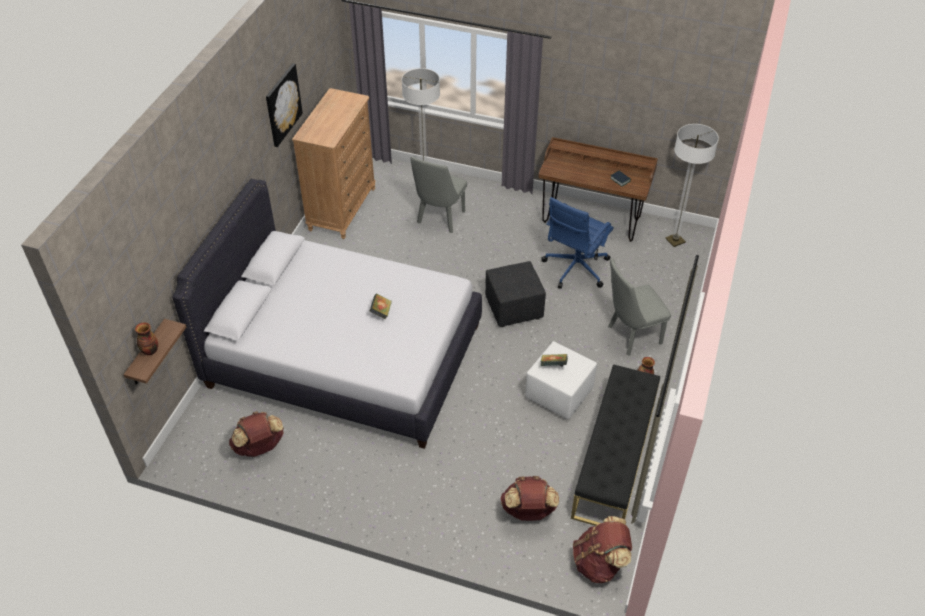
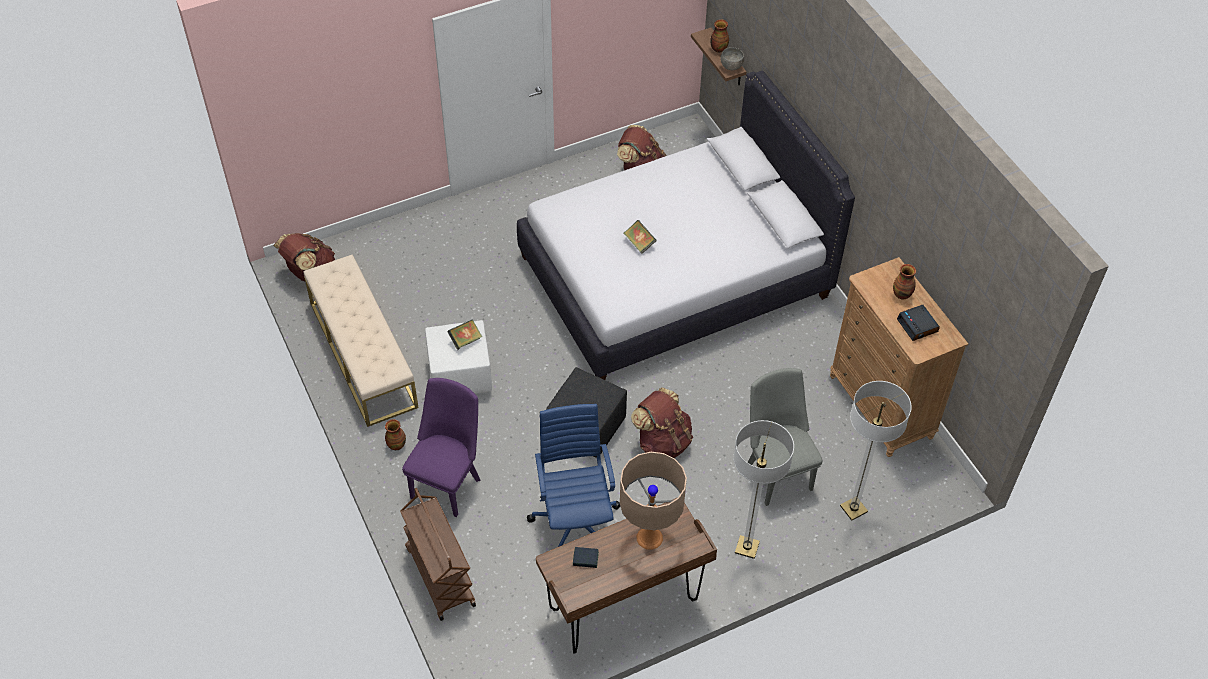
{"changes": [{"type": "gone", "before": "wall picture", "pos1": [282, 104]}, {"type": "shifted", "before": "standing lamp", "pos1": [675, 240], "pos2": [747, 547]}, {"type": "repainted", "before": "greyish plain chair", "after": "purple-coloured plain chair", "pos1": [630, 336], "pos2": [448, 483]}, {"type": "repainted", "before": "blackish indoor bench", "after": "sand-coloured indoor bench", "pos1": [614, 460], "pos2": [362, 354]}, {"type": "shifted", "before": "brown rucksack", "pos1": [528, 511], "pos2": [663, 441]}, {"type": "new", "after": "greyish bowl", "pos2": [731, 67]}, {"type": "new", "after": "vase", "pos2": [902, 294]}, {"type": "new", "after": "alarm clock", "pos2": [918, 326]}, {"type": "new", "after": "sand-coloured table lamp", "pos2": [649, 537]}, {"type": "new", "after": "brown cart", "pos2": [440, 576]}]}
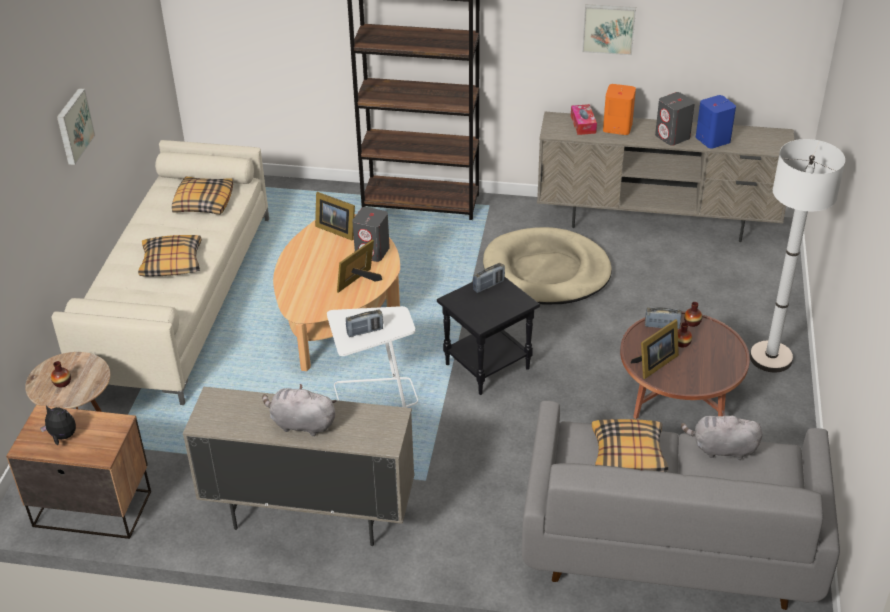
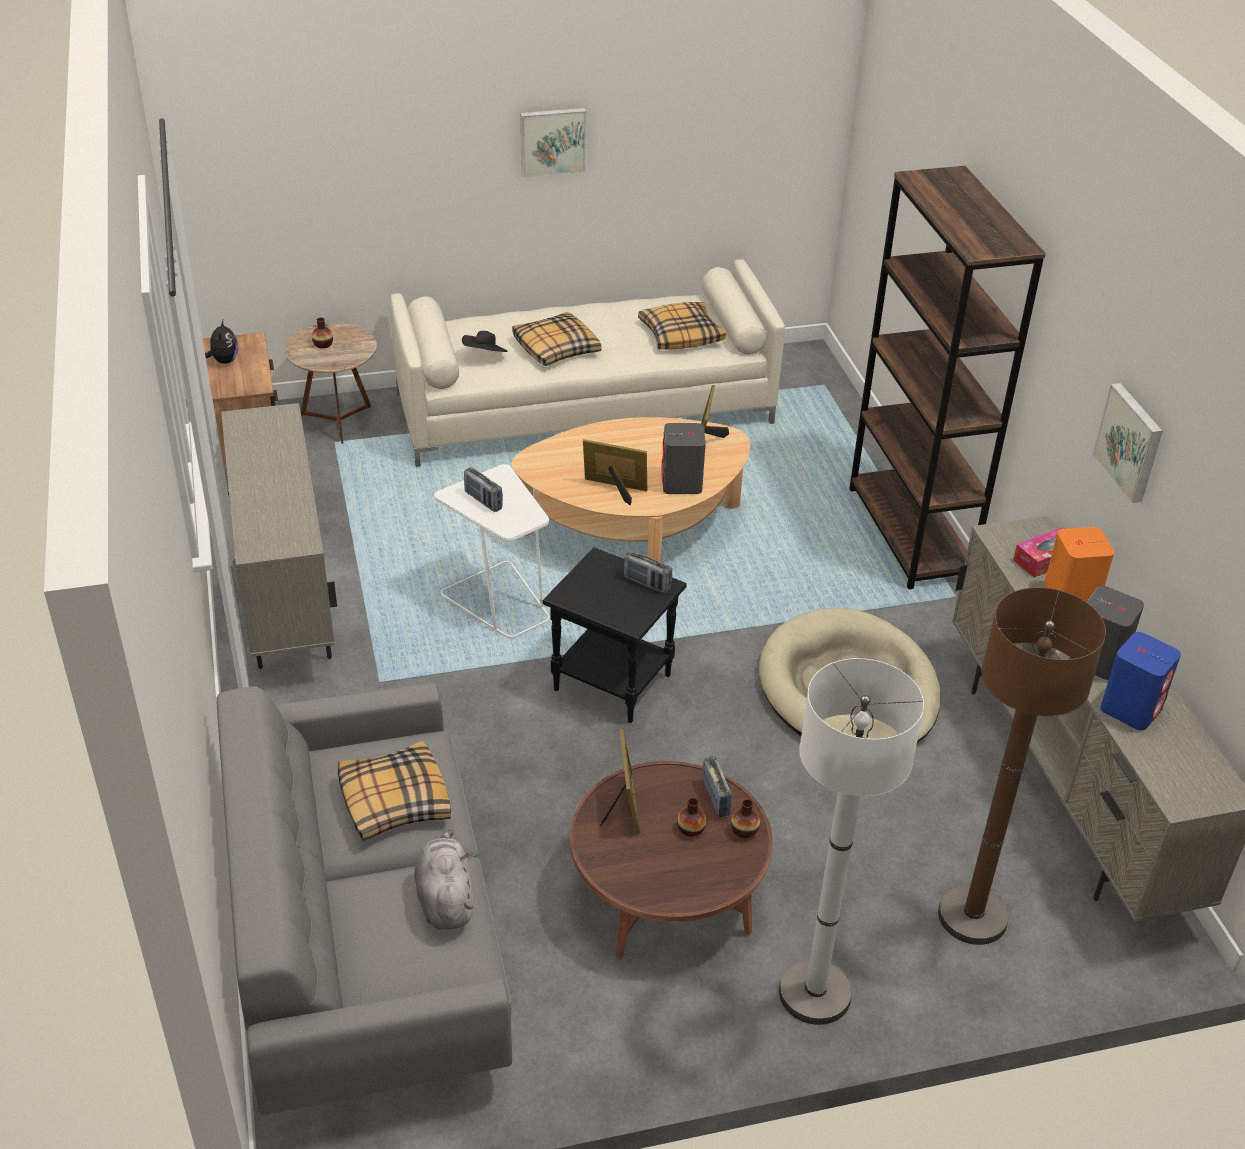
{"changes": [{"type": "rotated", "before": "photo frame", "pos1": [654, 364], "pos2": [624, 806], "turn": -120}, {"type": "gone", "before": "greyish soft toy", "pos1": [301, 424]}, {"type": "new", "after": "blackish clothing hat", "pos2": [485, 355]}, {"type": "new", "after": "brown standing lamp", "pos2": [972, 916]}]}
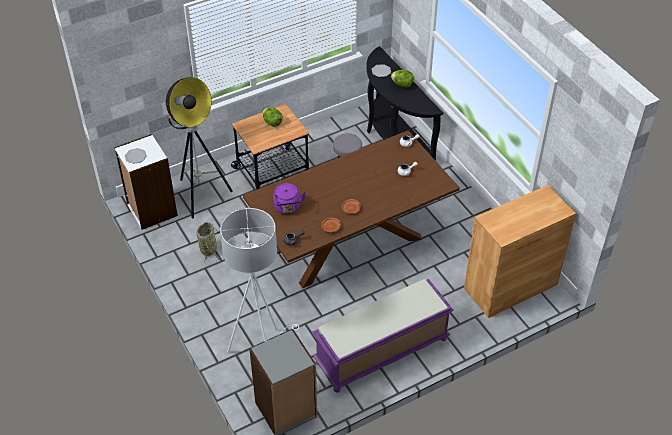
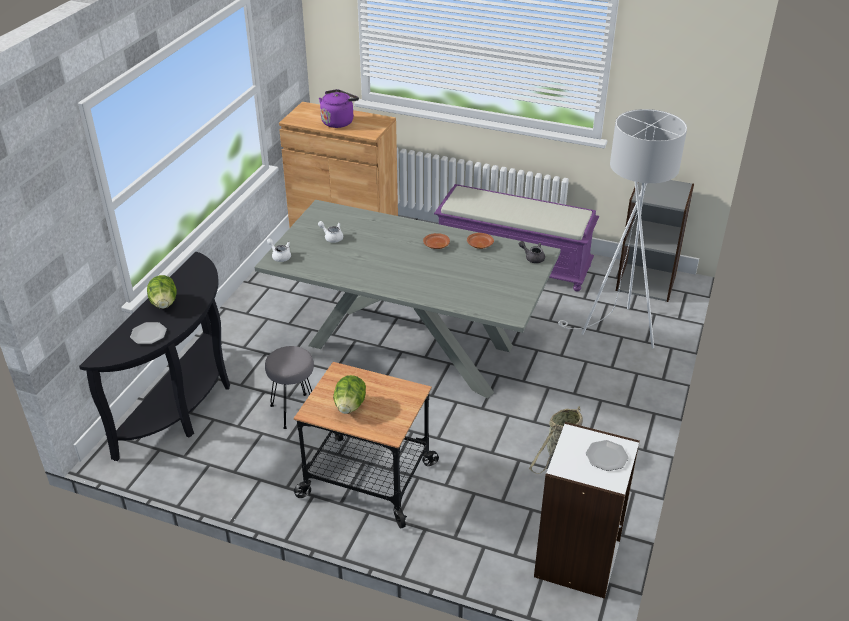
{"changes": [{"type": "gone", "before": "standing lamp", "pos1": [200, 195]}, {"type": "repainted", "before": "brown dinner table", "after": "greyish dinner table", "pos1": [350, 243], "pos2": [410, 346]}, {"type": "shifted", "before": "purple-coloured kettle", "pos1": [288, 208], "pos2": [339, 122]}]}
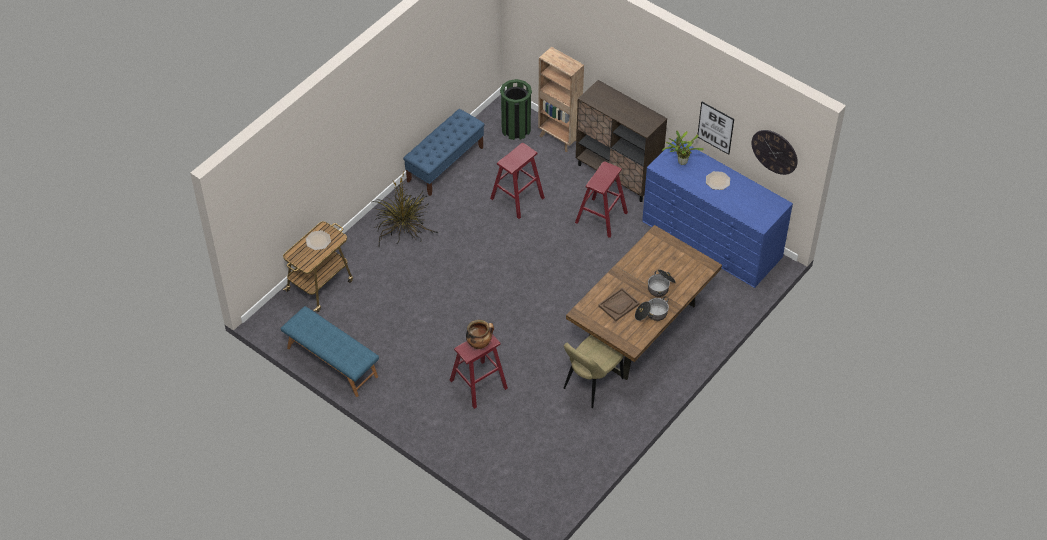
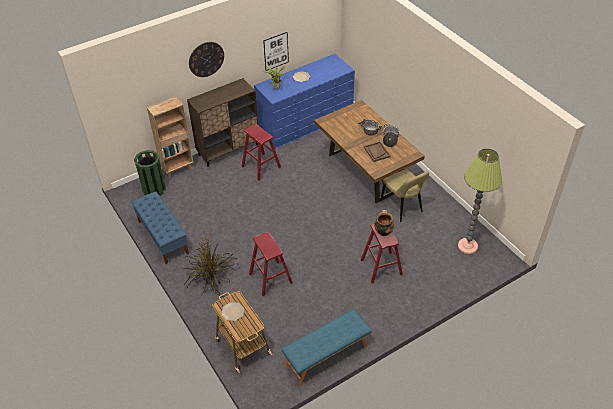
{"changes": [{"type": "shifted", "before": "clock on the wall", "pos1": [774, 151], "pos2": [206, 59]}, {"type": "shifted", "before": "reddish stool", "pos1": [517, 198], "pos2": [270, 278]}, {"type": "new", "after": "standing lamp", "pos2": [467, 246]}]}
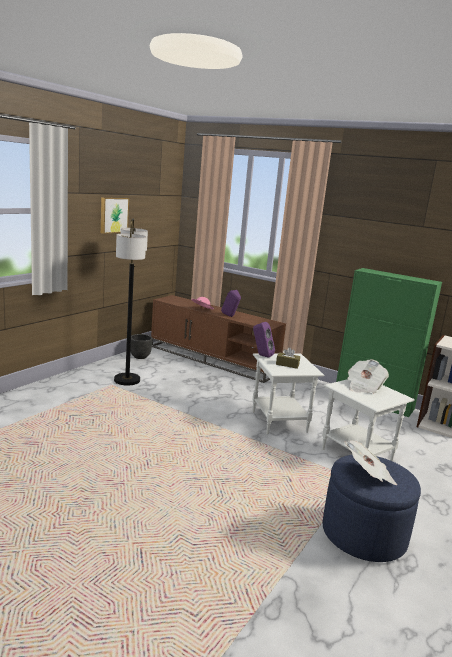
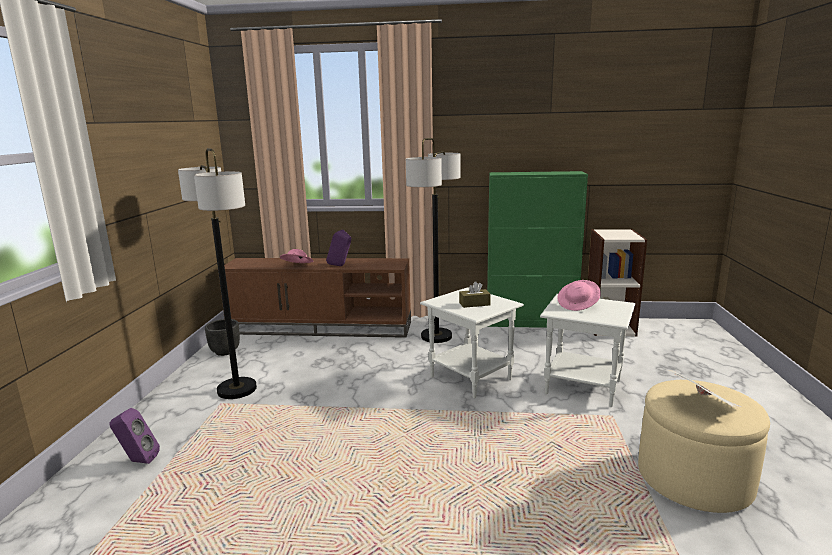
{"changes": [{"type": "gone", "before": "wall picture", "pos1": [113, 215]}, {"type": "shifted", "before": "purple-coloured speaker", "pos1": [261, 355], "pos2": [137, 461]}, {"type": "swapped", "before": "daily paper", "after": "pink clothing hat", "pos1": [364, 387], "pos2": [578, 305]}, {"type": "repainted", "before": "blue pouffe", "after": "sand-coloured pouffe", "pos1": [364, 534], "pos2": [694, 479]}, {"type": "new", "after": "standing lamp", "pos2": [436, 336]}]}
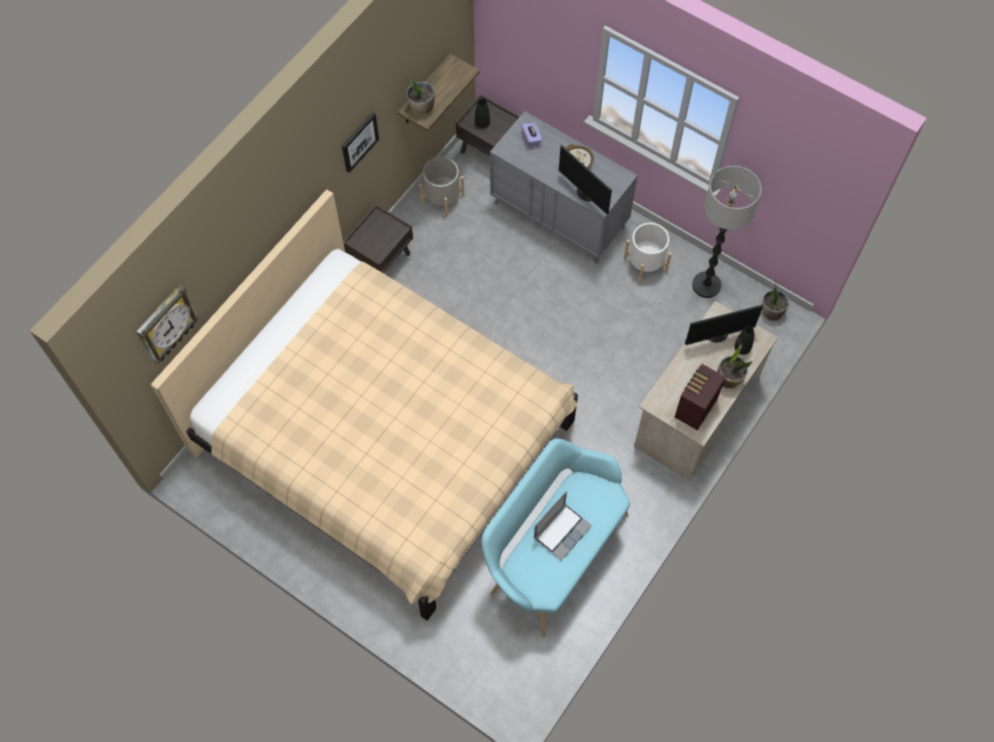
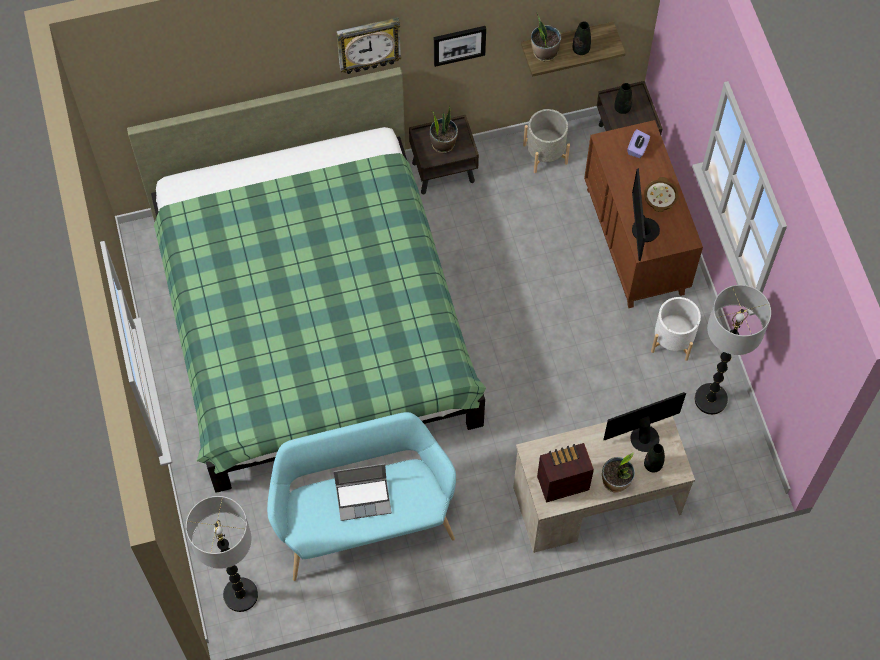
{"changes": [{"type": "repainted", "before": "greyish chest of drawers", "after": "brown chest of drawers", "pos1": [559, 215], "pos2": [635, 242]}, {"type": "repainted", "before": "sand-coloured bed", "after": "green-coloured bed", "pos1": [384, 439], "pos2": [313, 321]}, {"type": "shifted", "before": "plant in a pot", "pos1": [771, 312], "pos2": [443, 143]}, {"type": "shifted", "before": "clock on the wall", "pos1": [166, 324], "pos2": [368, 44]}, {"type": "rotated", "before": "computer screen", "pos1": [717, 333], "pos2": [643, 435], "turn": 135}, {"type": "new", "after": "blackish vase", "pos2": [581, 49]}, {"type": "new", "after": "standing lamp", "pos2": [241, 595]}]}
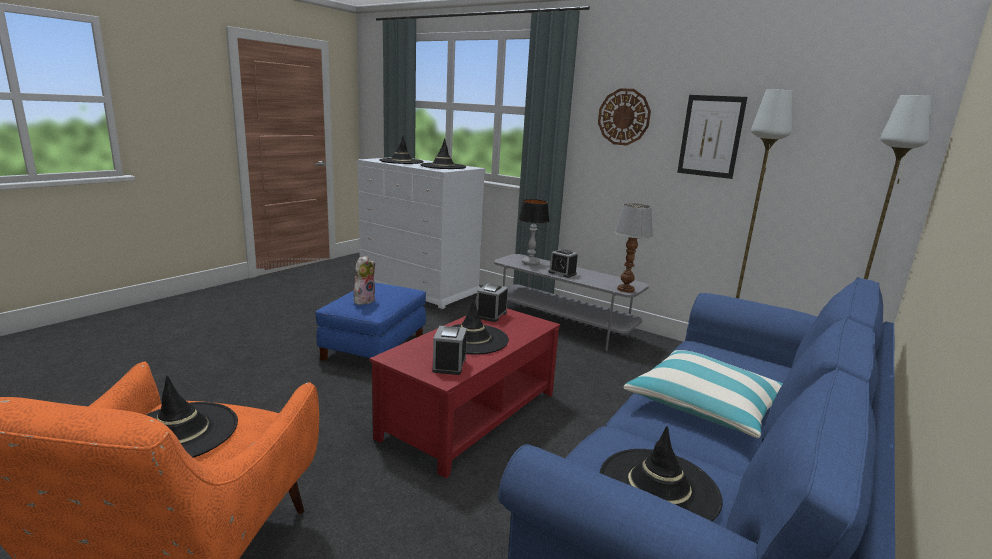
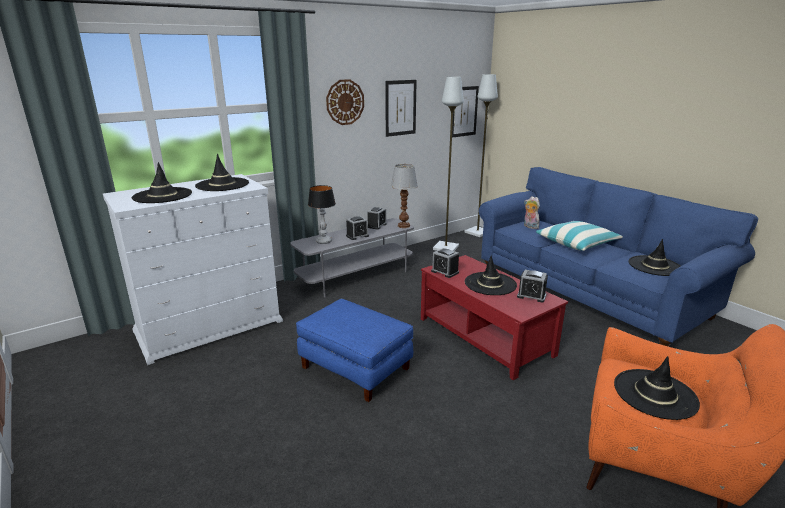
{"changes": [{"type": "shifted", "before": "soft toy", "pos1": [364, 300], "pos2": [529, 227]}, {"type": "new", "after": "wall picture", "pos2": [464, 111]}, {"type": "new", "after": "alarm clock", "pos2": [376, 225]}]}
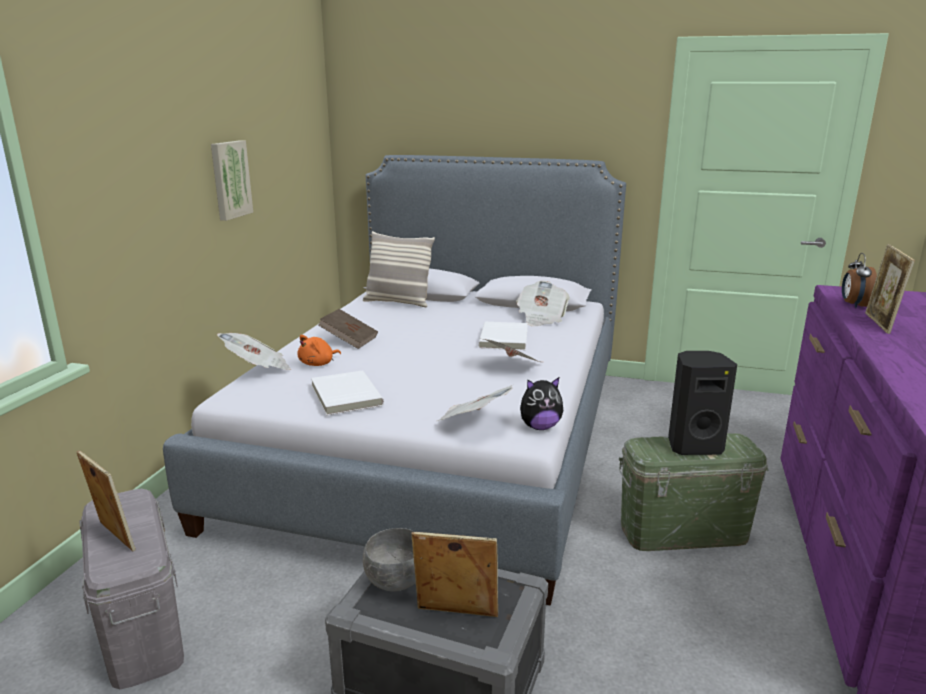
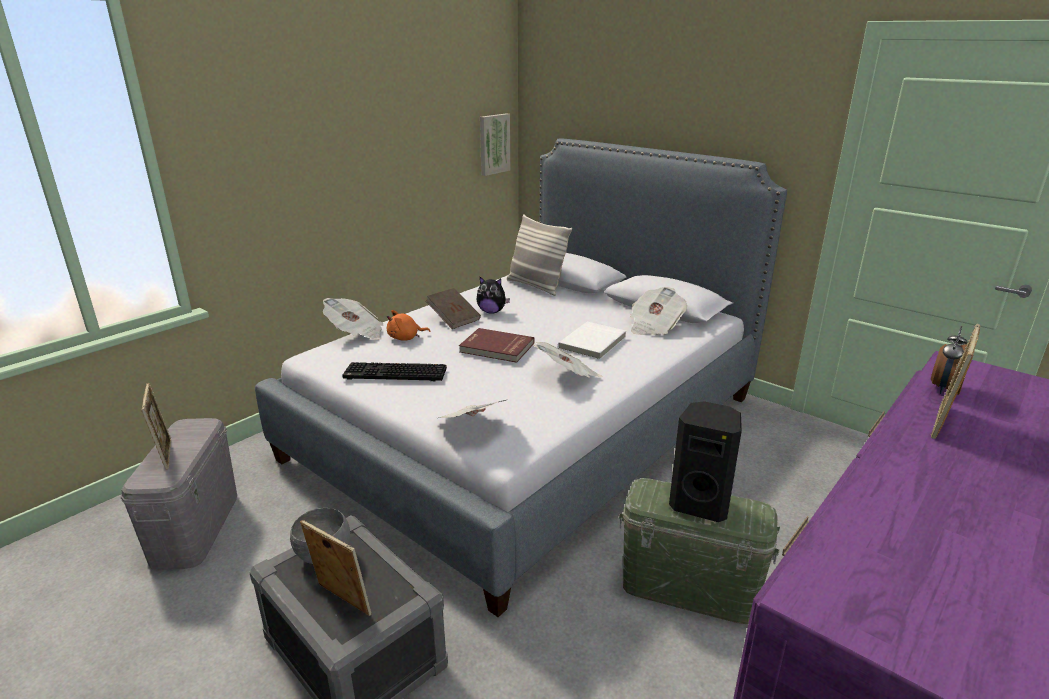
{"changes": [{"type": "shifted", "before": "wall picture", "pos1": [229, 179], "pos2": [493, 144]}, {"type": "swapped", "before": "whitish bound book", "after": "PC keyboard", "pos1": [344, 395], "pos2": [394, 374]}, {"type": "shifted", "before": "soft toy", "pos1": [540, 427], "pos2": [492, 312]}, {"type": "new", "after": "reddish bound book", "pos2": [496, 348]}]}
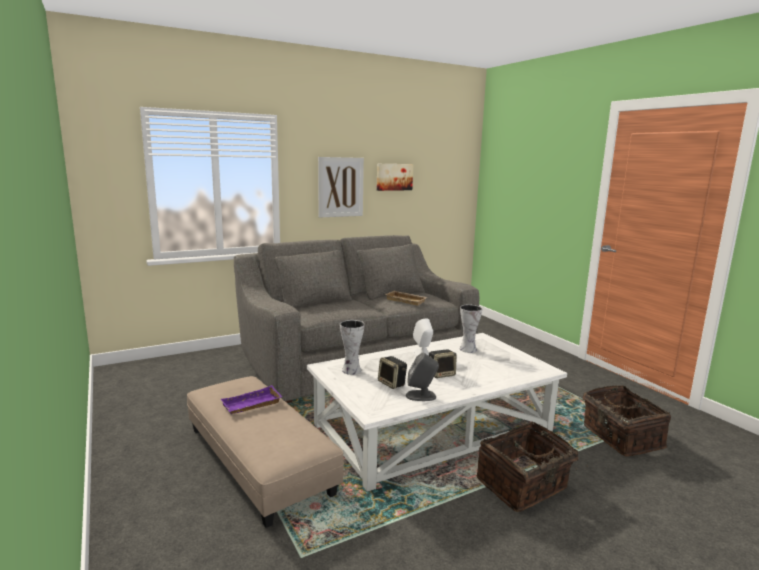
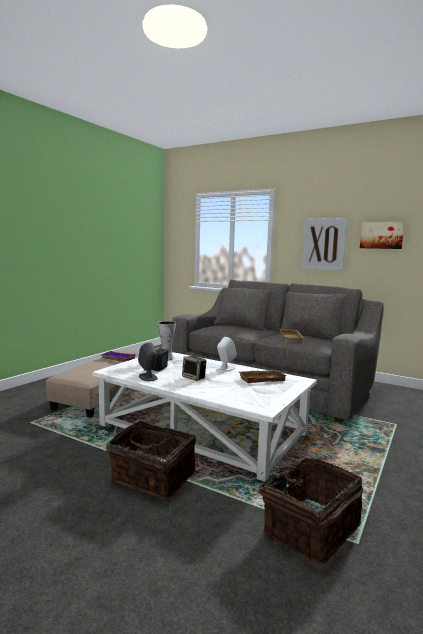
{"changes": [{"type": "swapped", "before": "vase", "after": "brown tray", "pos1": [467, 349], "pos2": [262, 379]}]}
